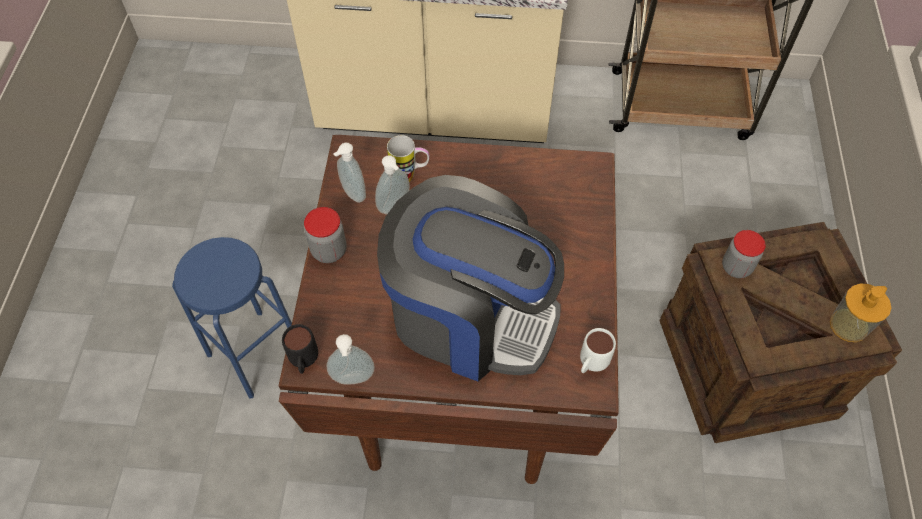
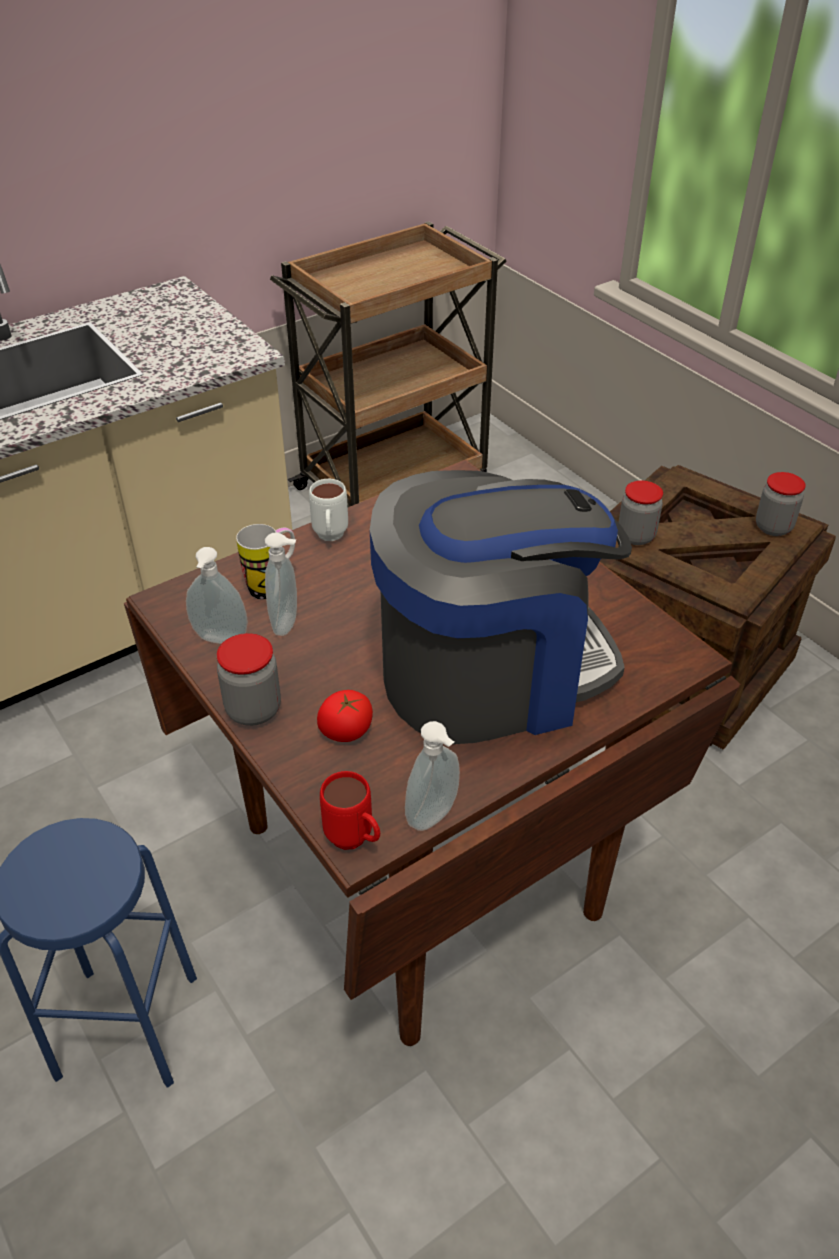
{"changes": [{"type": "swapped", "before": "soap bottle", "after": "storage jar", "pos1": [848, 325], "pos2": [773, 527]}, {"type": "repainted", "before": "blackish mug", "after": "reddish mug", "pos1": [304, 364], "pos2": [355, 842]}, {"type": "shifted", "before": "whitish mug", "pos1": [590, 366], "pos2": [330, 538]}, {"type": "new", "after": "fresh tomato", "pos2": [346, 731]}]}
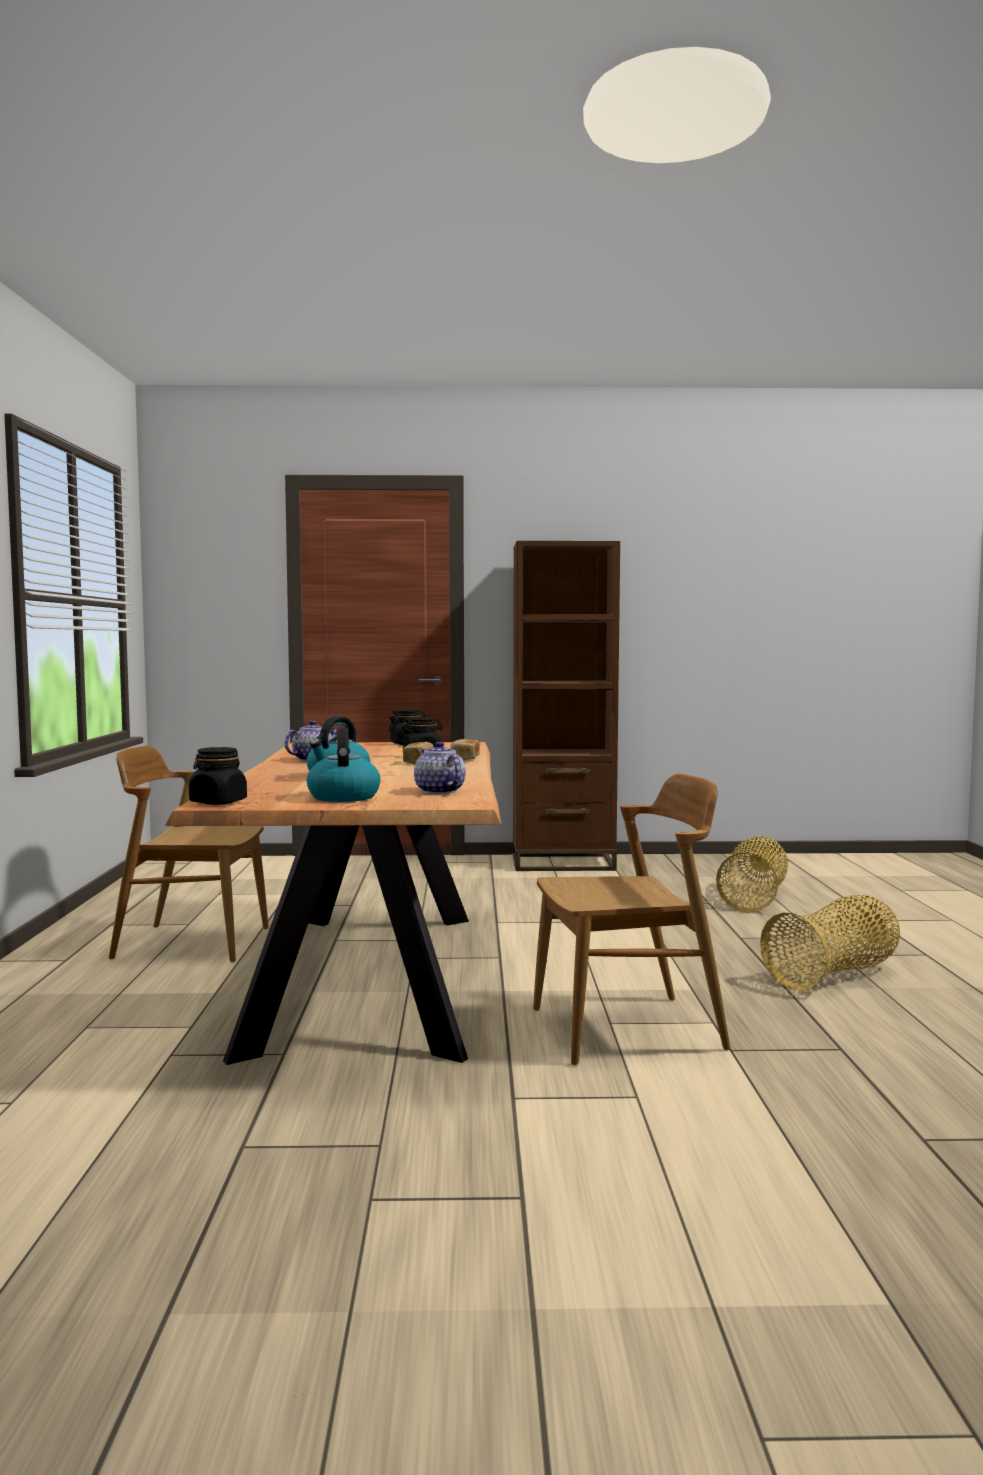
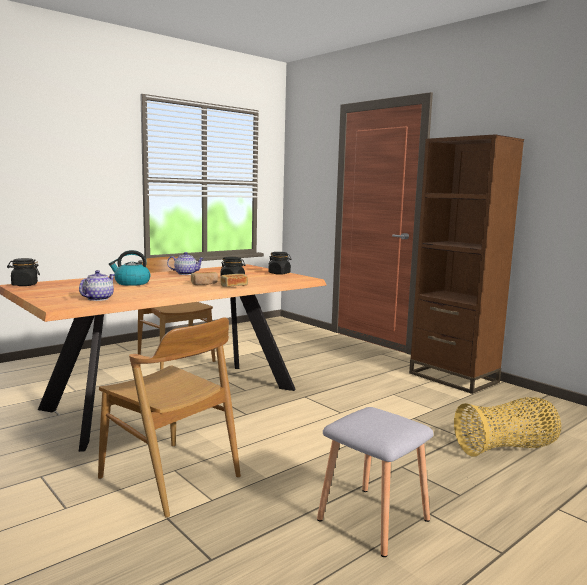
{"changes": [{"type": "gone", "before": "kettle", "pos1": [343, 797]}, {"type": "swapped", "before": "household basket", "after": "greyish stool", "pos1": [833, 975], "pos2": [373, 521]}]}
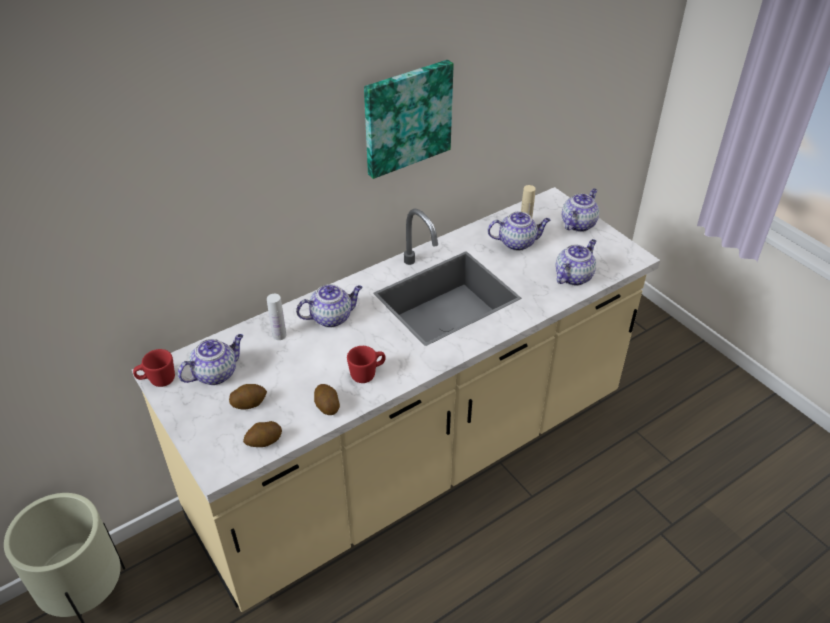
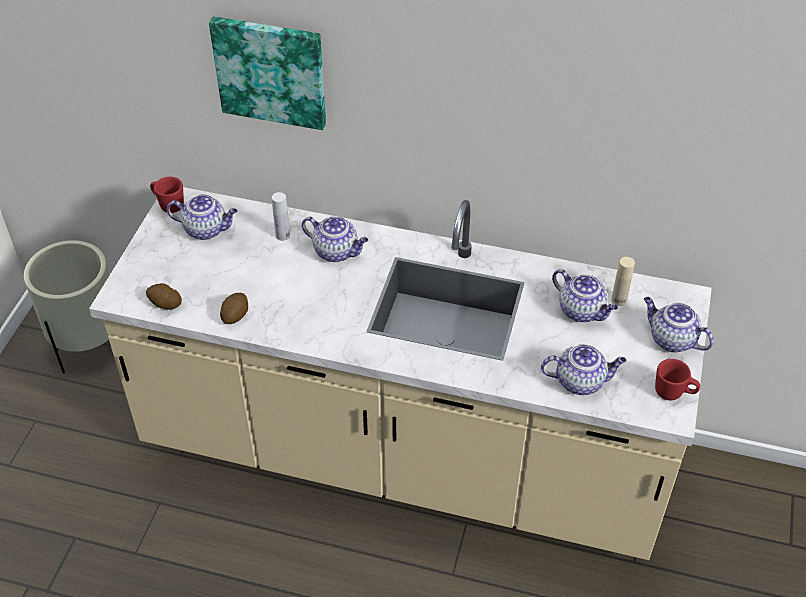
{"changes": [{"type": "shifted", "before": "wall picture", "pos1": [406, 117], "pos2": [271, 71]}, {"type": "rotated", "before": "teapot", "pos1": [578, 224], "pos2": [671, 340], "turn": -135}, {"type": "shifted", "before": "reddish mug", "pos1": [367, 374], "pos2": [673, 393]}, {"type": "gone", "before": "potato", "pos1": [249, 403]}]}
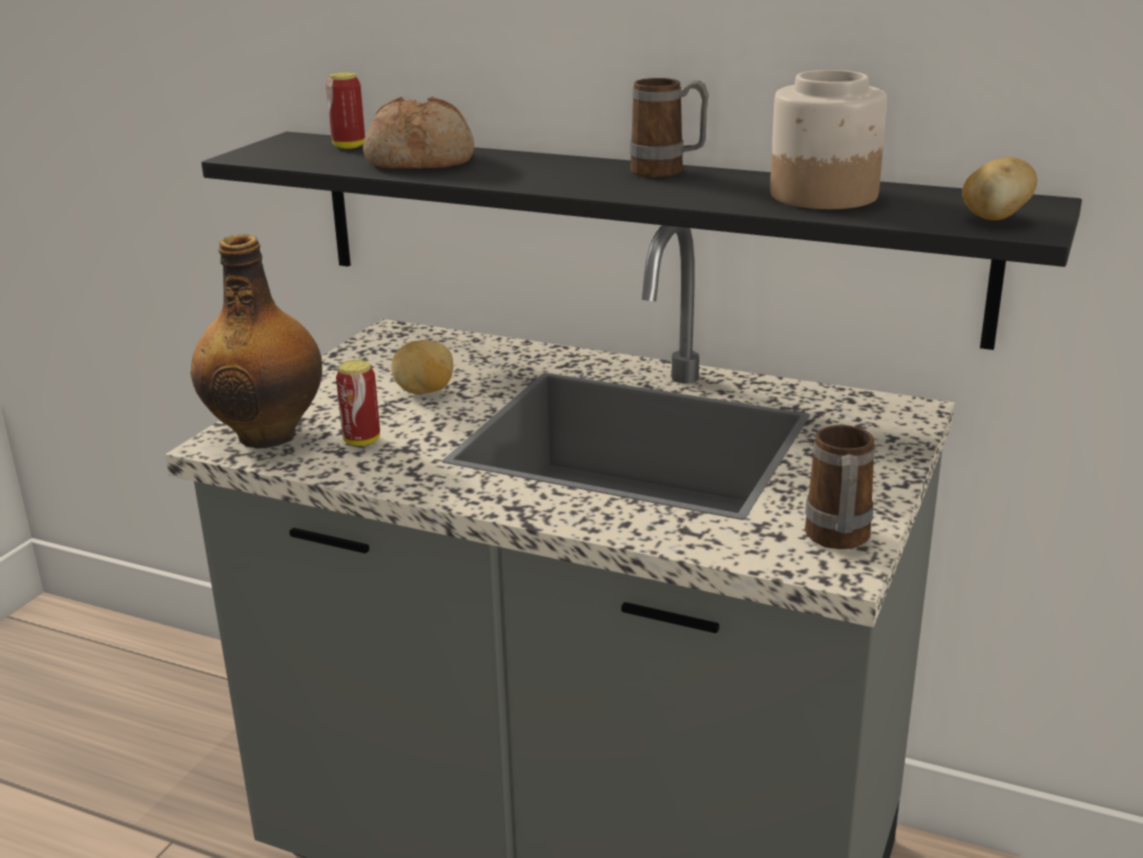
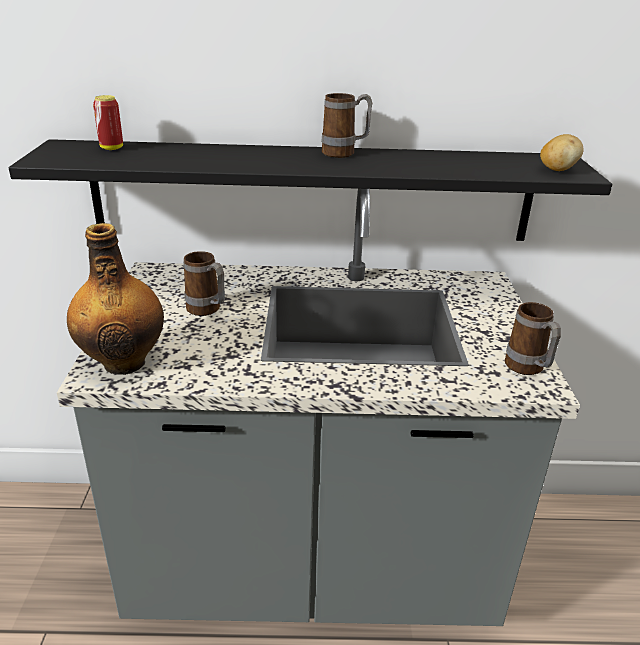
{"changes": [{"type": "gone", "before": "storage jar", "pos1": [822, 195]}, {"type": "gone", "before": "bread", "pos1": [421, 160]}, {"type": "swapped", "before": "potato", "after": "mug", "pos1": [424, 391], "pos2": [207, 311]}, {"type": "gone", "before": "sealed can", "pos1": [362, 441]}]}
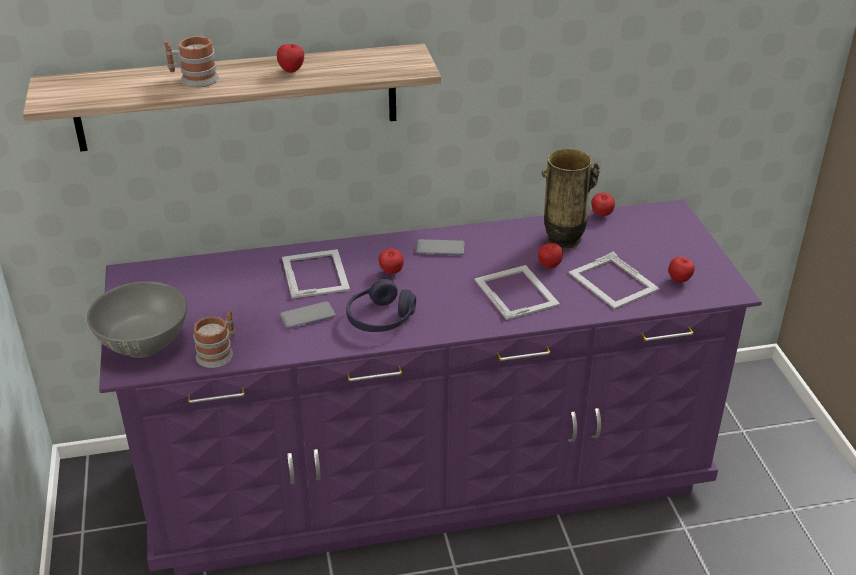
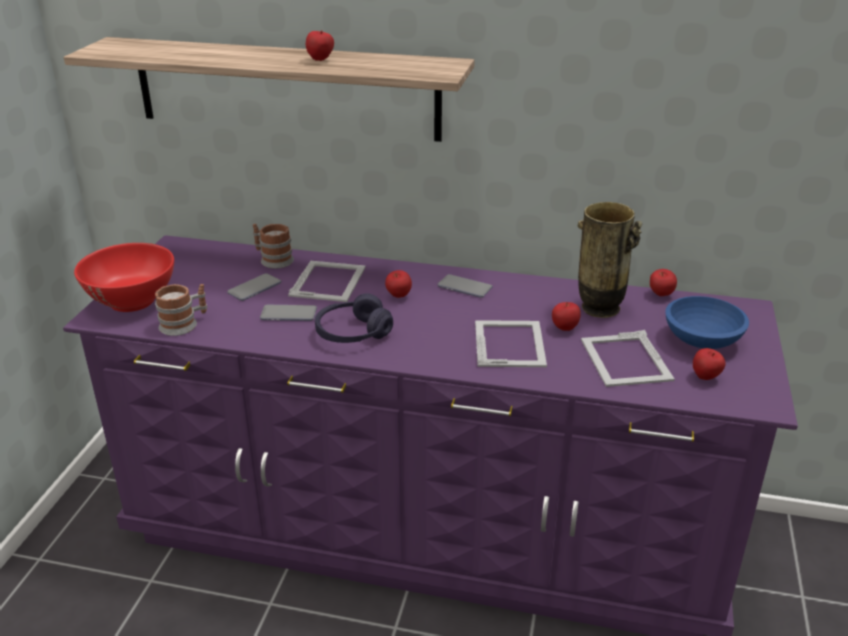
{"changes": [{"type": "shifted", "before": "mug", "pos1": [193, 79], "pos2": [273, 259]}, {"type": "repainted", "before": "greyish bowl", "after": "reddish bowl", "pos1": [144, 343], "pos2": [132, 300]}, {"type": "new", "after": "telephone", "pos2": [254, 288]}, {"type": "new", "after": "blue bowl", "pos2": [702, 341]}]}
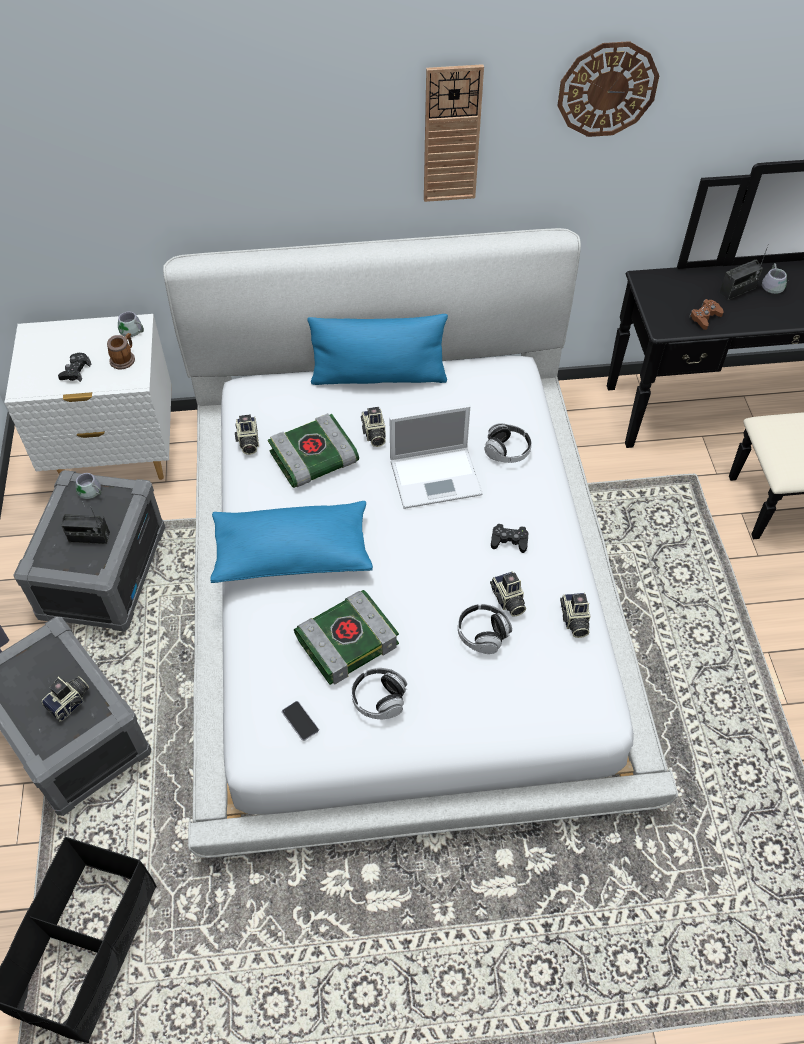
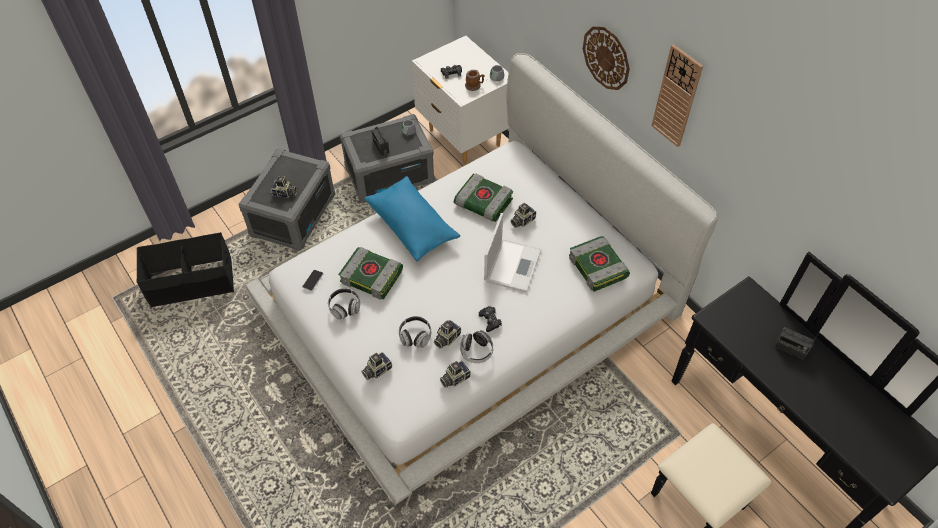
{"changes": [{"type": "shifted", "before": "clock on the wall", "pos1": [607, 89], "pos2": [606, 57]}, {"type": "gone", "before": "greyish mug", "pos1": [775, 284]}, {"type": "gone", "before": "brown game controller", "pos1": [705, 317]}, {"type": "gone", "before": "blue cushion", "pos1": [379, 376]}, {"type": "rotated", "before": "notebook computer", "pos1": [437, 476], "pos2": [512, 264], "turn": -120}, {"type": "shifted", "before": "photo camera", "pos1": [248, 442], "pos2": [376, 370]}, {"type": "shifted", "before": "headphones", "pos1": [507, 451], "pos2": [476, 351]}, {"type": "new", "after": "bound book", "pos2": [598, 268]}]}
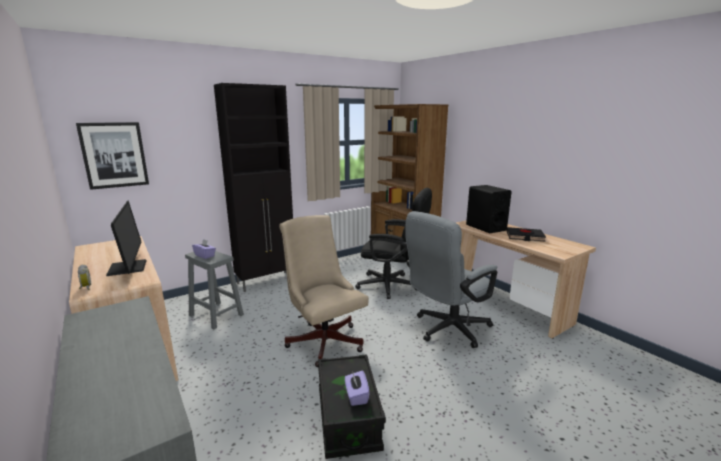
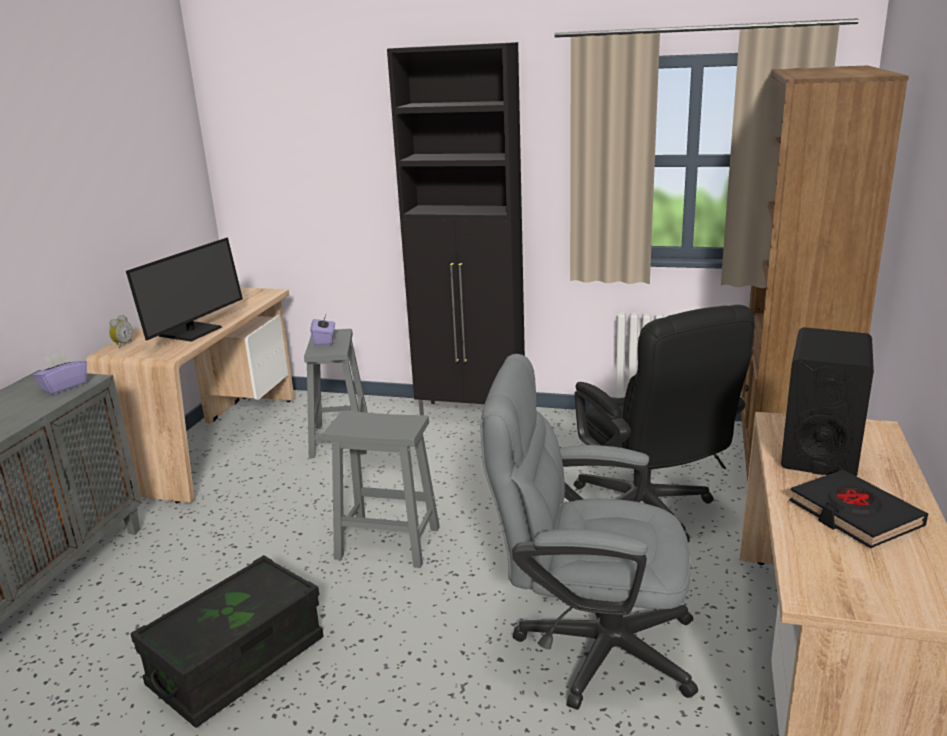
{"changes": [{"type": "gone", "before": "wall picture", "pos1": [114, 155]}, {"type": "swapped", "before": "sand-coloured office chair", "after": "greyish stool", "pos1": [323, 339], "pos2": [390, 543]}, {"type": "shifted", "before": "purple-coloured tissue holder", "pos1": [356, 396], "pos2": [64, 387]}]}
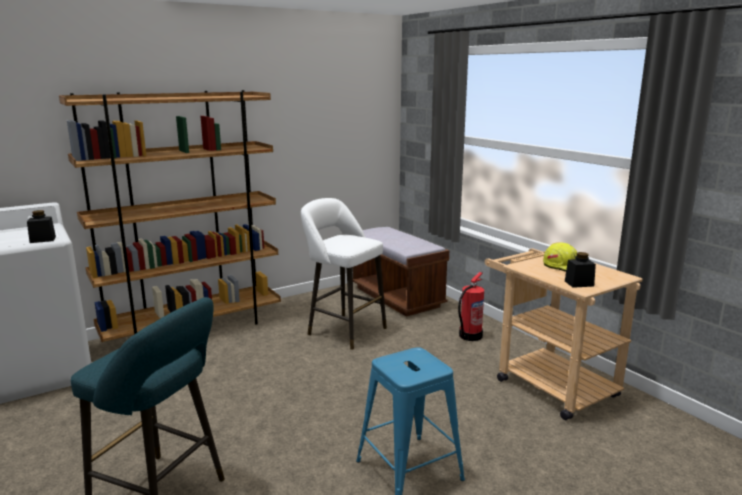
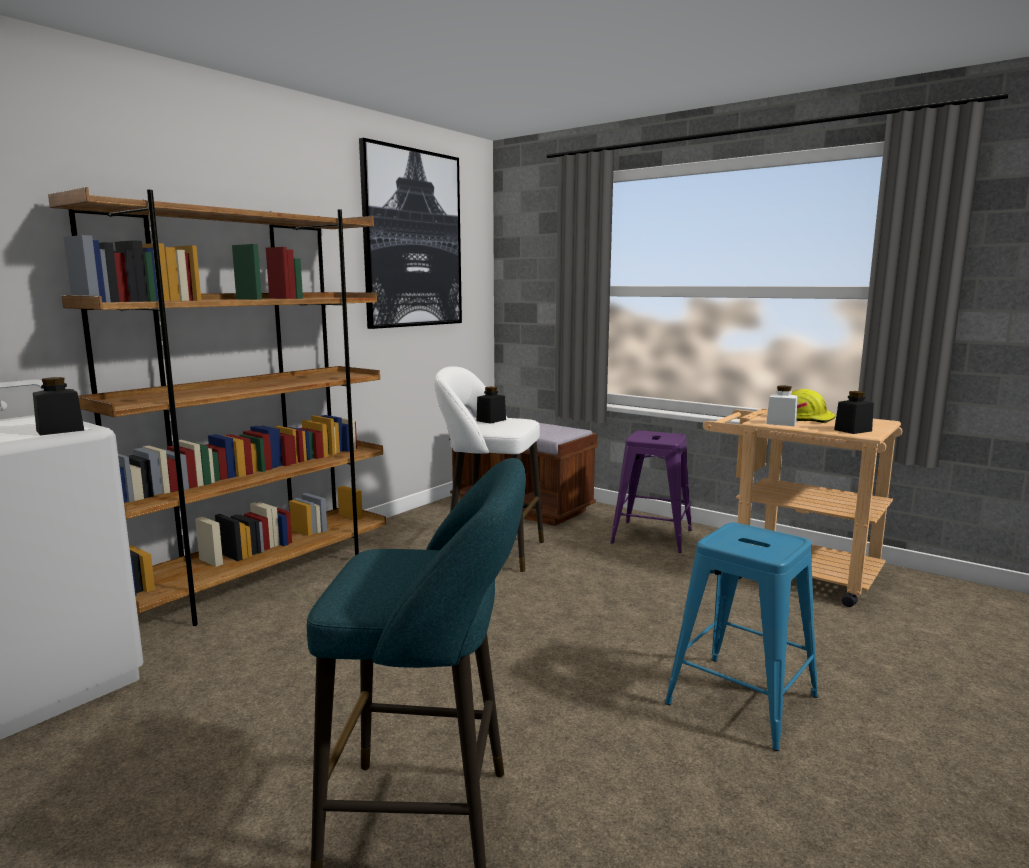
{"changes": [{"type": "swapped", "before": "extinguisher", "after": "purple-coloured stool", "pos1": [469, 336], "pos2": [652, 536]}, {"type": "new", "after": "wall picture", "pos2": [412, 239]}, {"type": "new", "after": "whitish storage jar", "pos2": [781, 423]}, {"type": "new", "after": "blackish storage jar", "pos2": [491, 420]}]}
